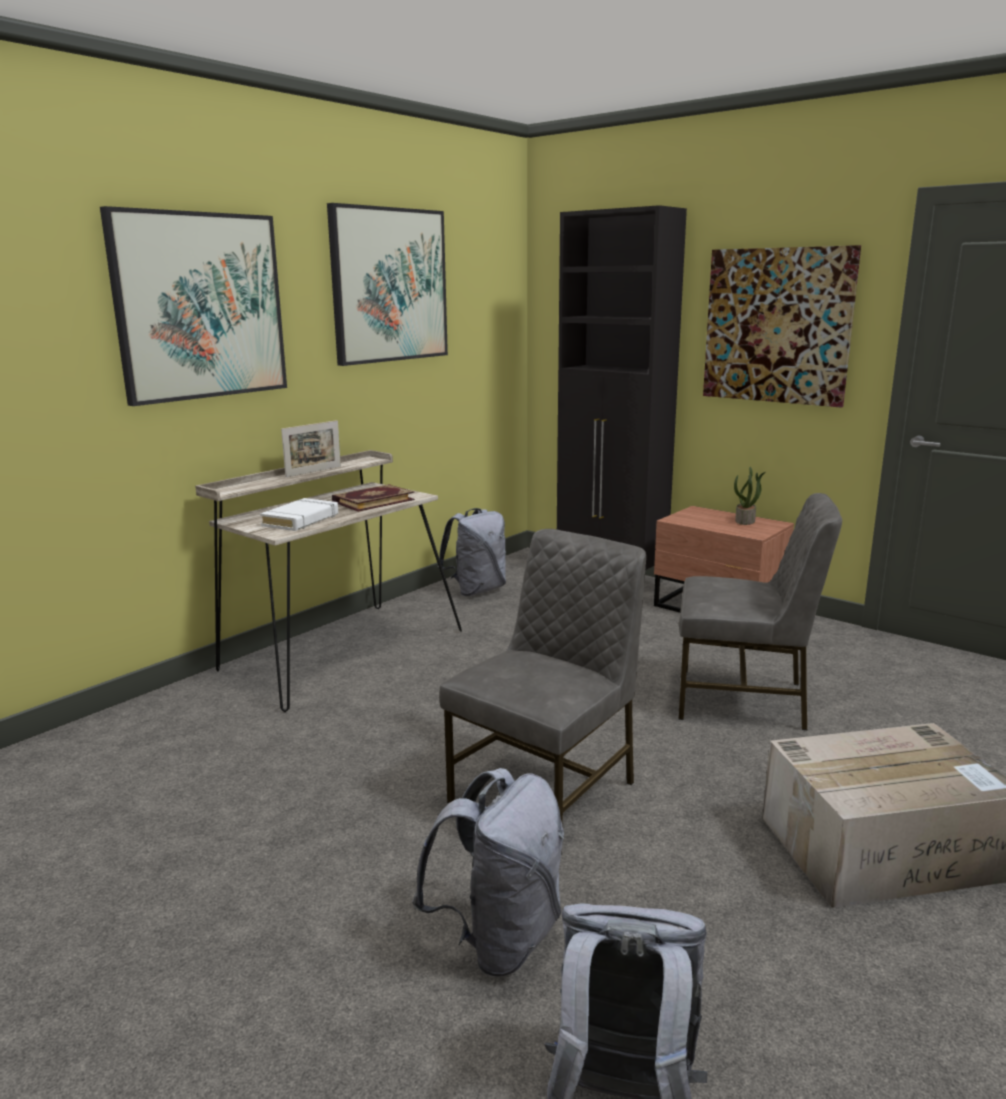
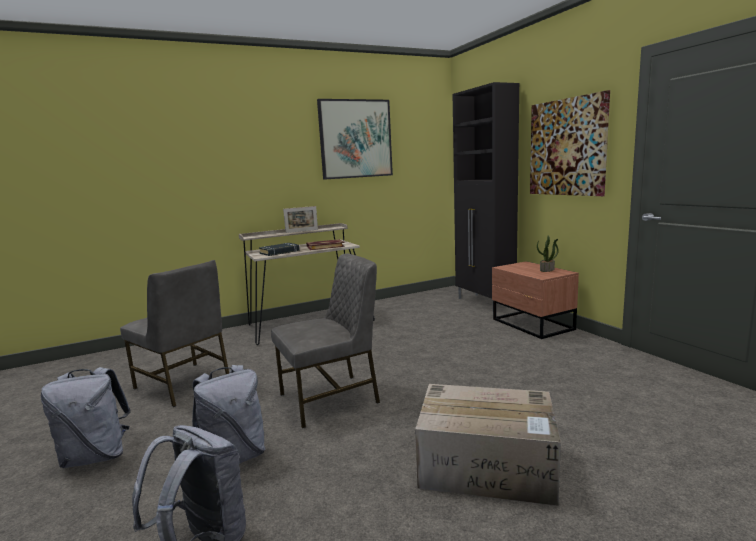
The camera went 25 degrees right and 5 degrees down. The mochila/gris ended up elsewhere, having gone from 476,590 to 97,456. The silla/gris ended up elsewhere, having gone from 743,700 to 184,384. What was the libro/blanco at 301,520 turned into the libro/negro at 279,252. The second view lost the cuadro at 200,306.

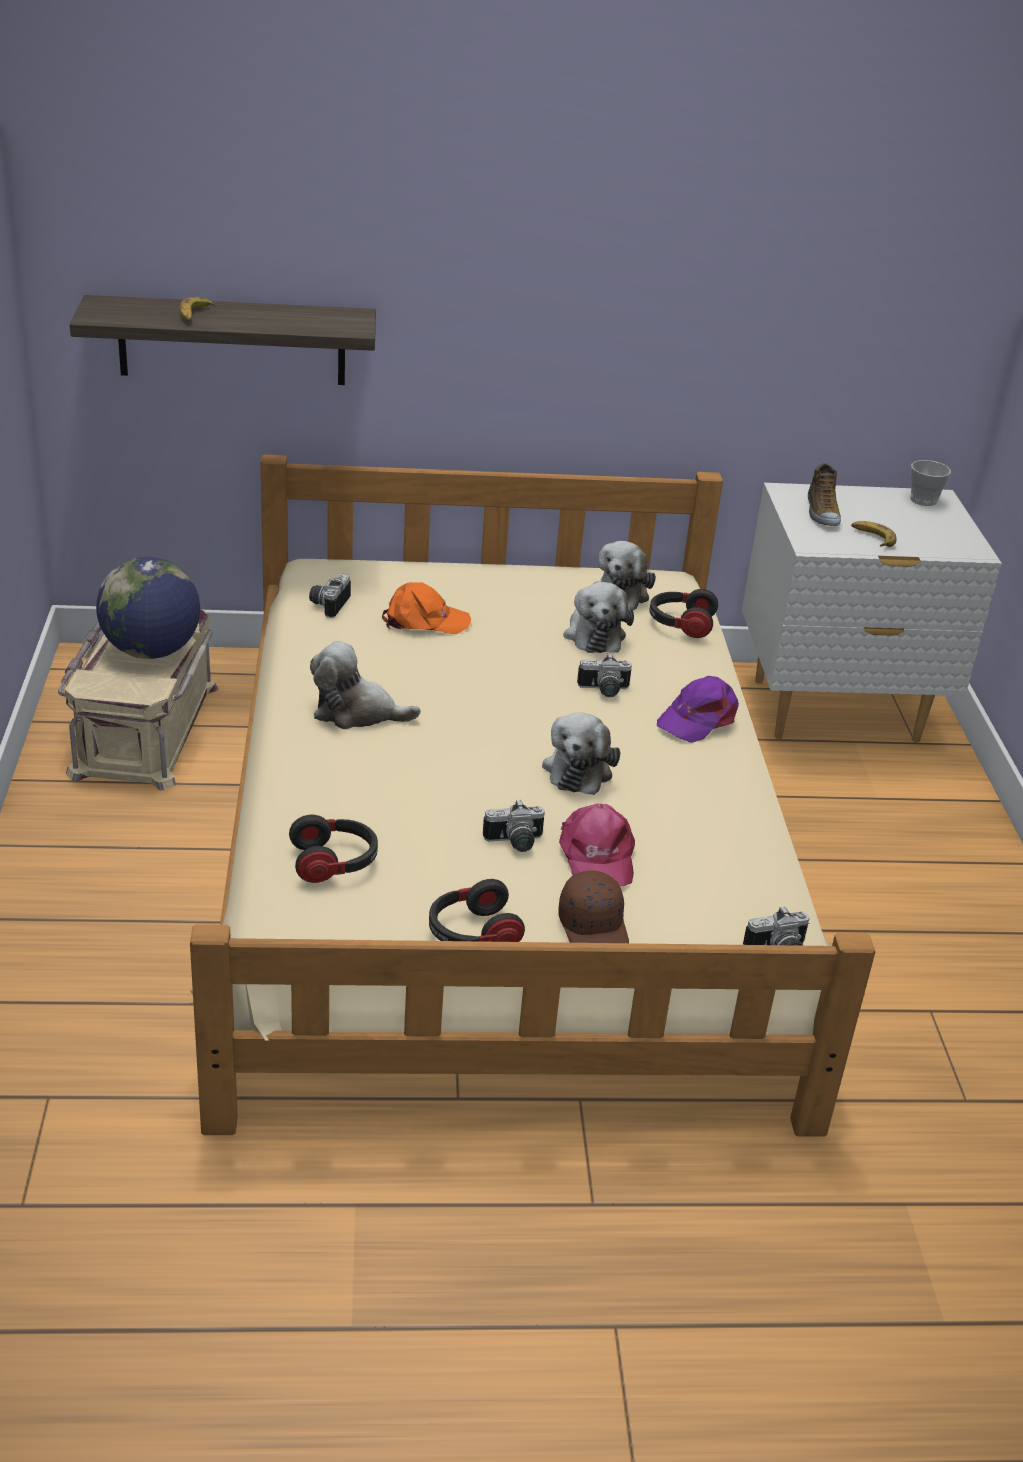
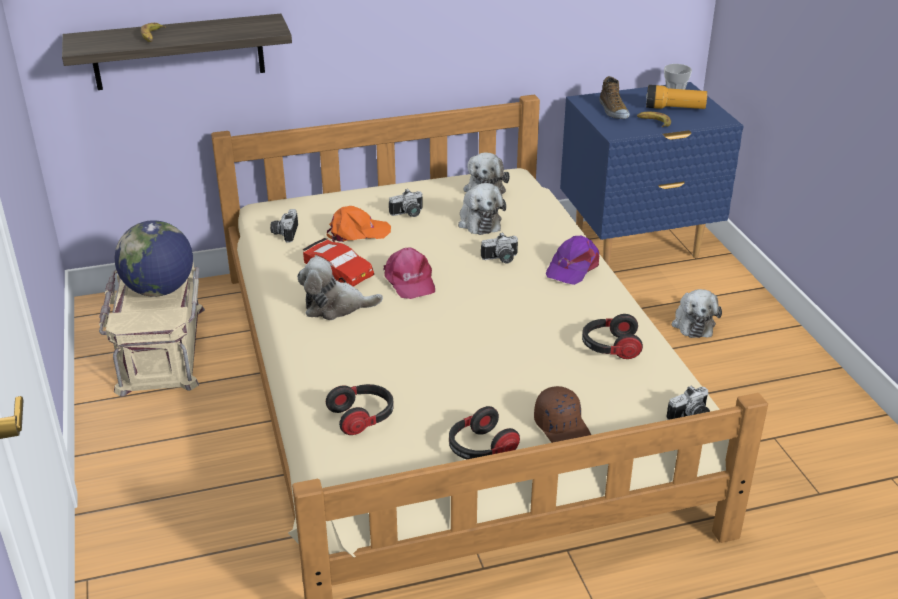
The camera went 10 degrees left and 0 degrees up. The second view gained the coche de juguete/rojo at 338,271. The gorra/rosa ended up elsewhere, having gone from 596,856 to 409,281. The cámara ended up elsewhere, having gone from 515,843 to 408,214. What was the mesita de noche/blanco at 836,711 turned into the mesita de noche/azul at 637,247. The auriculares ended up elsewhere, having gone from 680,624 to 610,347. The second view gained the linterna at 674,108. The peluche ended up elsewhere, having gone from 579,768 to 692,323.

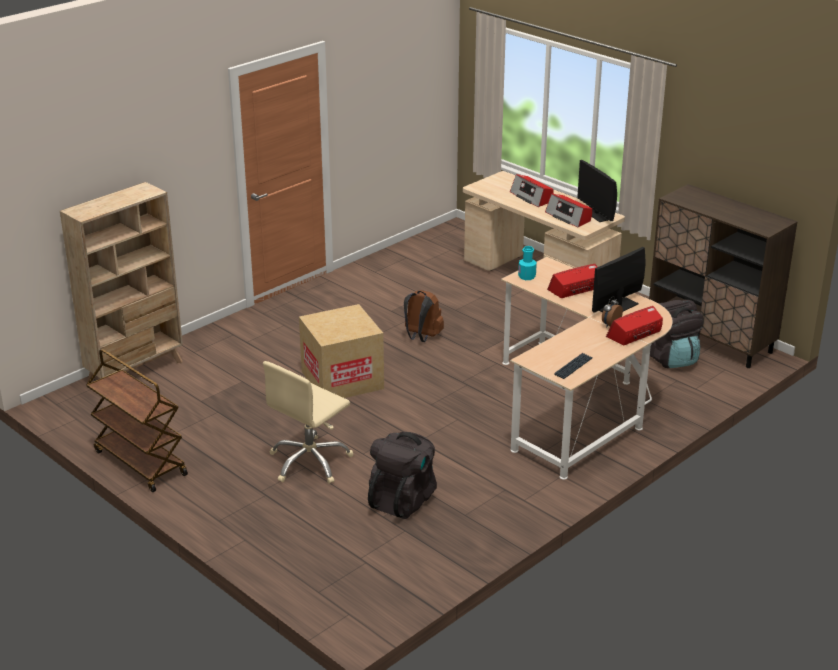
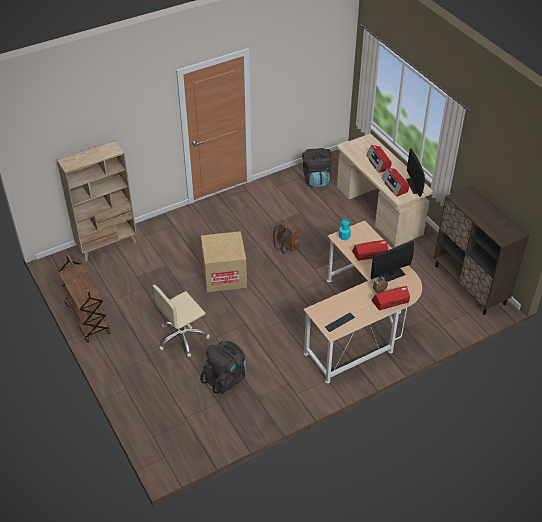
The camera went 15 degrees right and 15 degrees up. The mochila/negro ended up elsewhere, having gone from 670,358 to 316,179.

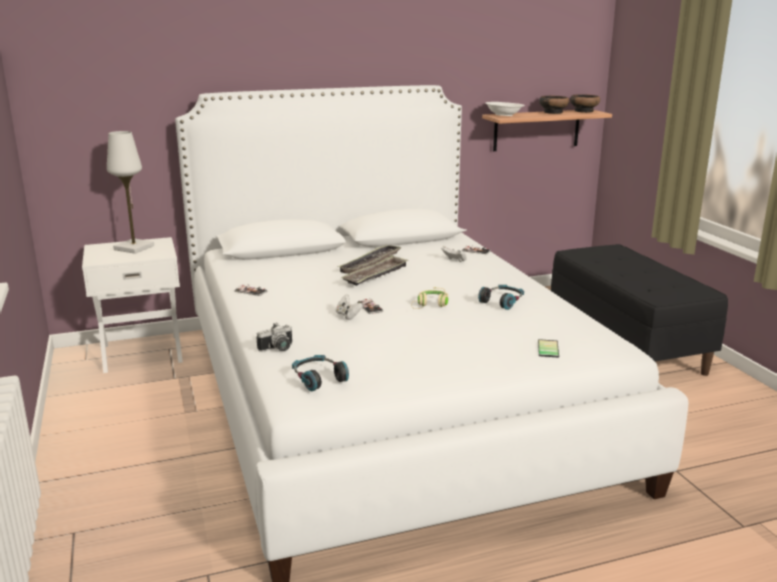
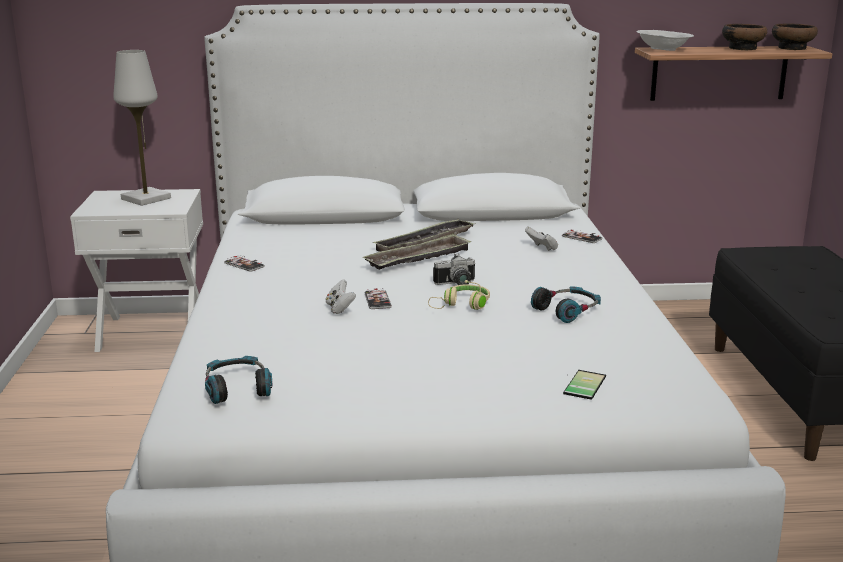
The camera went 15 degrees right and 0 degrees up. The cámara ended up elsewhere, having gone from 278,349 to 456,284.

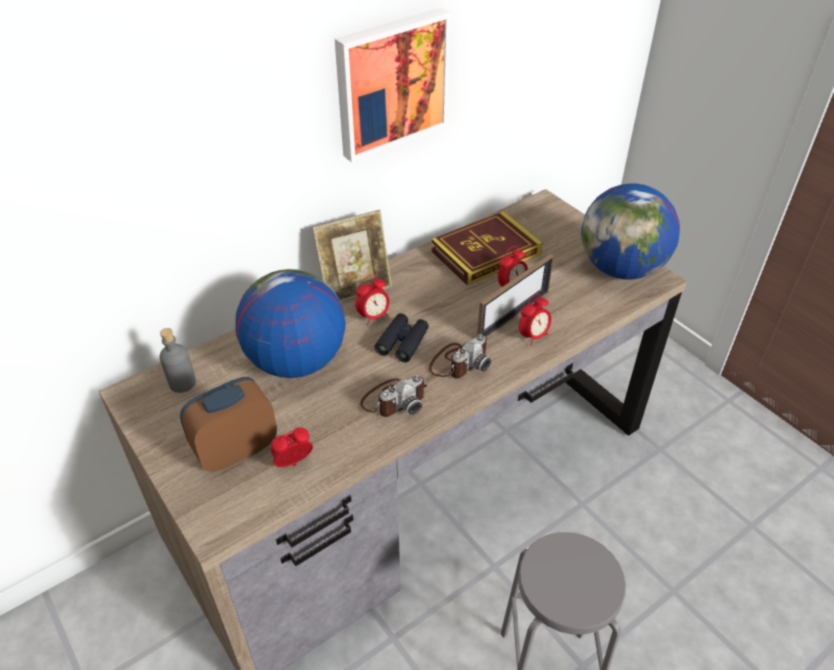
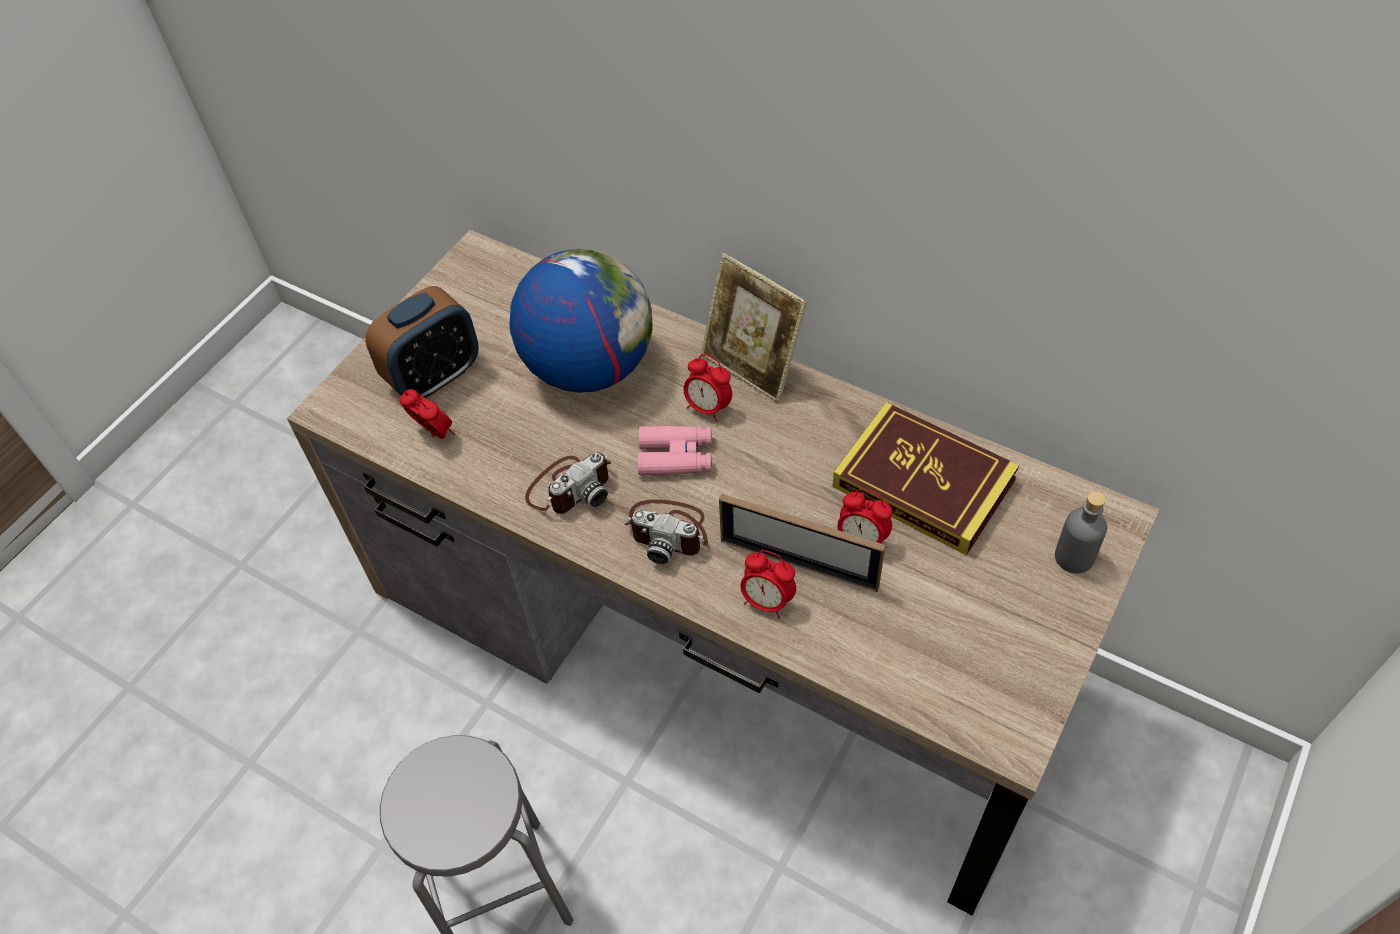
The camera went 70 degrees right and 10 degrees up. The despertador at 236,450 ended up facing another way, 105 degrees clockwise from before. The cámara at 394,400 ended up facing another way, 75 degrees counterclockwise from before. What was the prismáticos/negro at 402,342 turned into the prismáticos/rosa at 676,456. The botella/gris ended up elsewhere, having gone from 182,383 to 1074,557. The second view lost the cuadro at 391,83. The second view lost the globo terráqueo at 621,269.

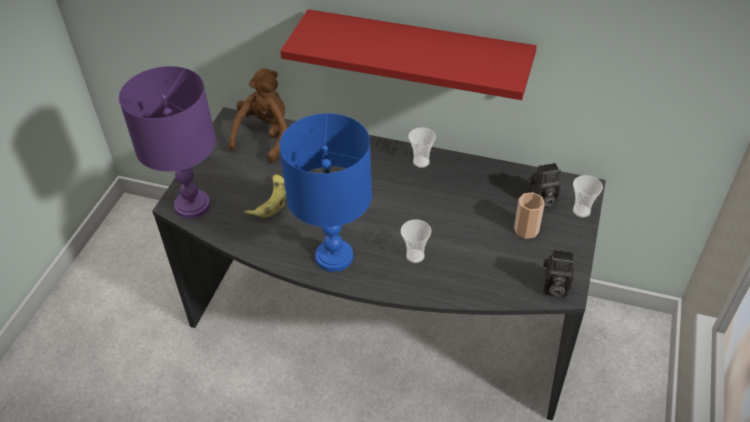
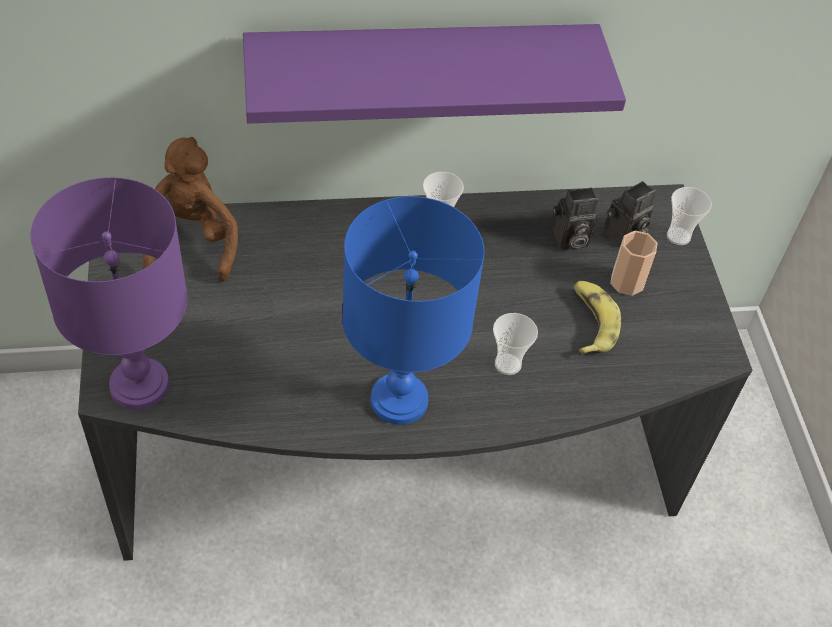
The camera went 30 degrees left and 5 degrees up. What was the estante/rojo at 417,54 turned into the estante/morado at 421,67. The cámara ended up elsewhere, having gone from 554,288 to 569,240. The plátano ended up elsewhere, having gone from 270,200 to 590,322.

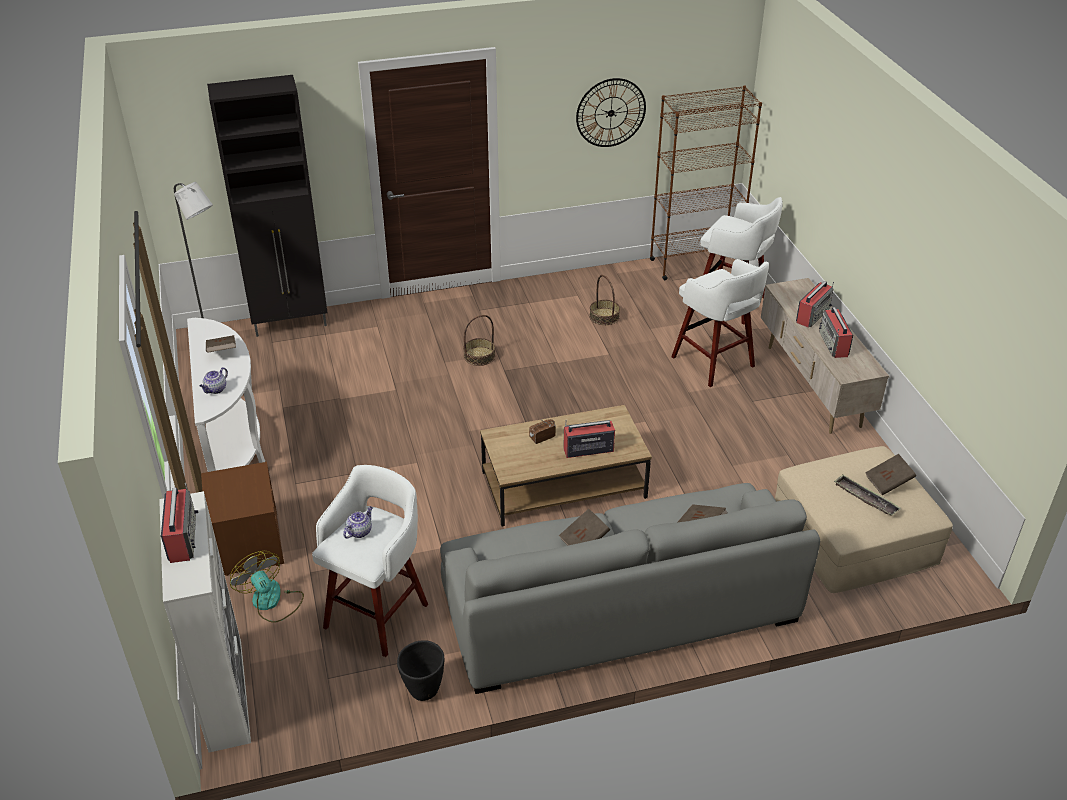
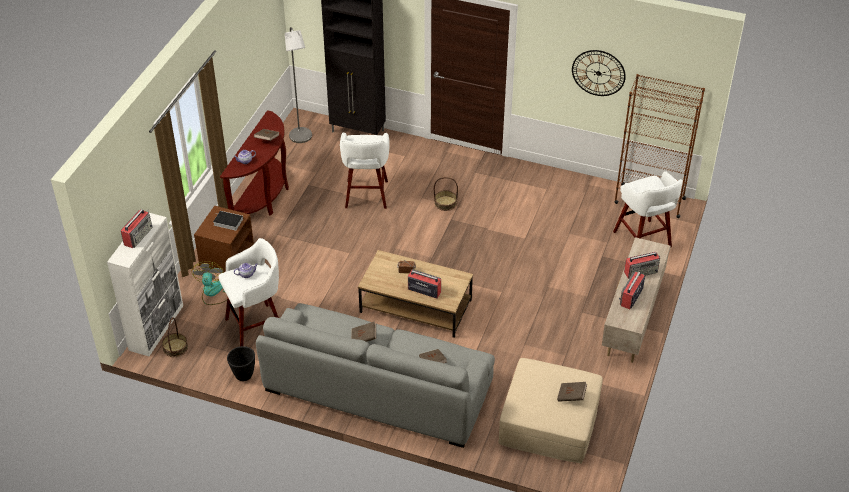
The camera went 35 degrees right and 5 degrees up. The cesta ended up elsewhere, having gone from 604,316 to 175,348. The second view gained the libro at 227,222. What was the mesa consola/blanco at 233,448 turned into the mesa consola/marrón at 264,197. The taburete/blanco ended up elsewhere, having gone from 714,363 to 366,195. The second view lost the bandeja at 865,498.

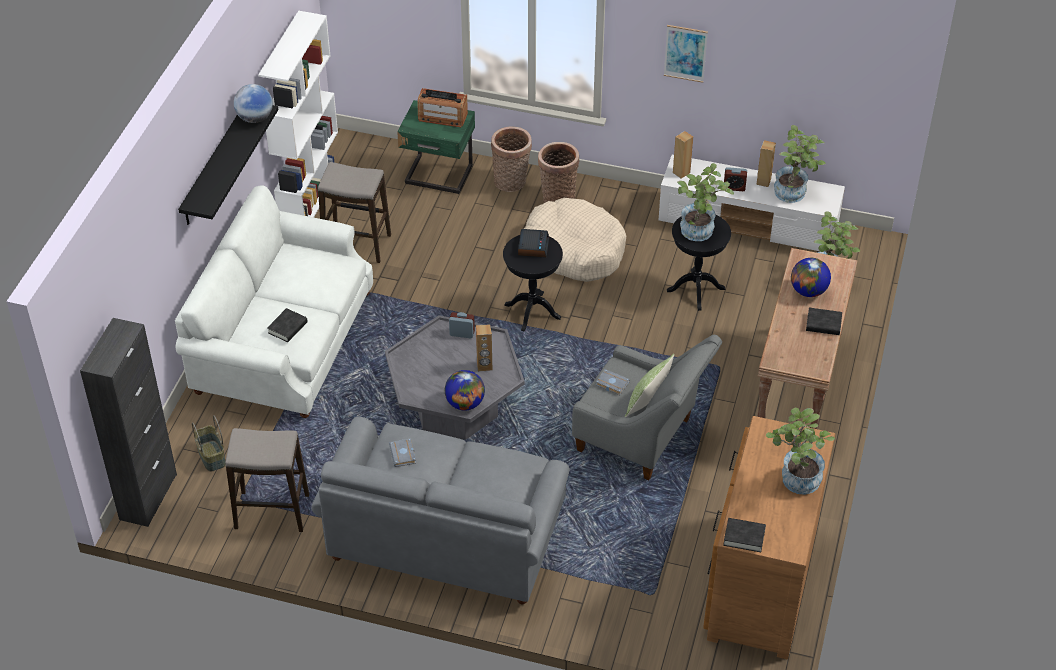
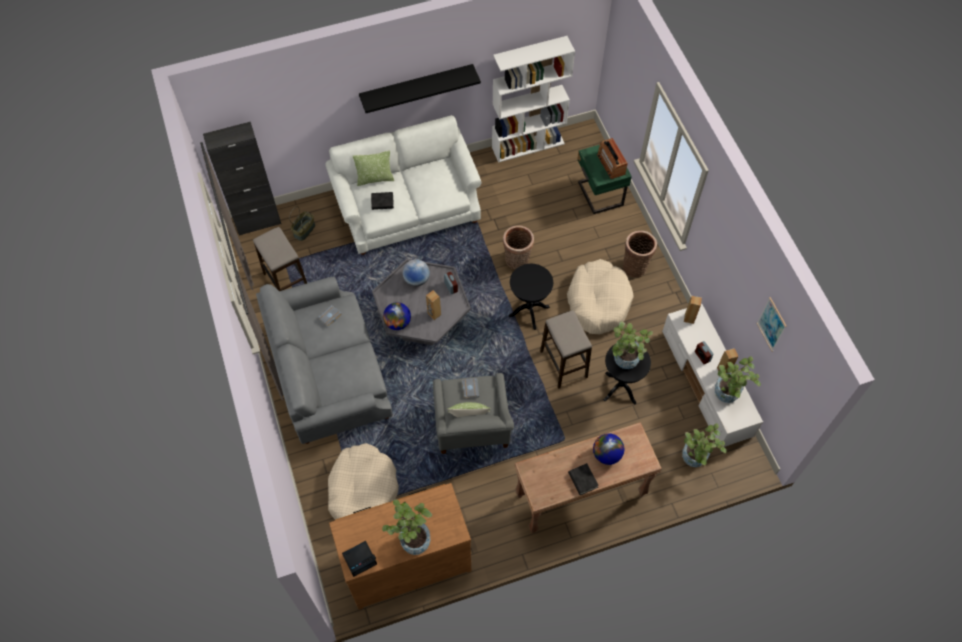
The camera went 55 degrees right and 15 degrees up. The second view gained the cama para perro/beis at 362,490. The despertador ended up elsewhere, having gone from 533,246 to 360,559. The second view gained the cojín at 375,179. The globo terráqueo ended up elsewhere, having gone from 255,118 to 416,279. The cesta ended up elsewhere, having gone from 512,182 to 517,261. The taburete ended up elsewhere, having gone from 356,244 to 563,364. The cuadro ended up elsewhere, having gone from 685,53 to 771,324. The second view lost the libro/negro at 744,537.

